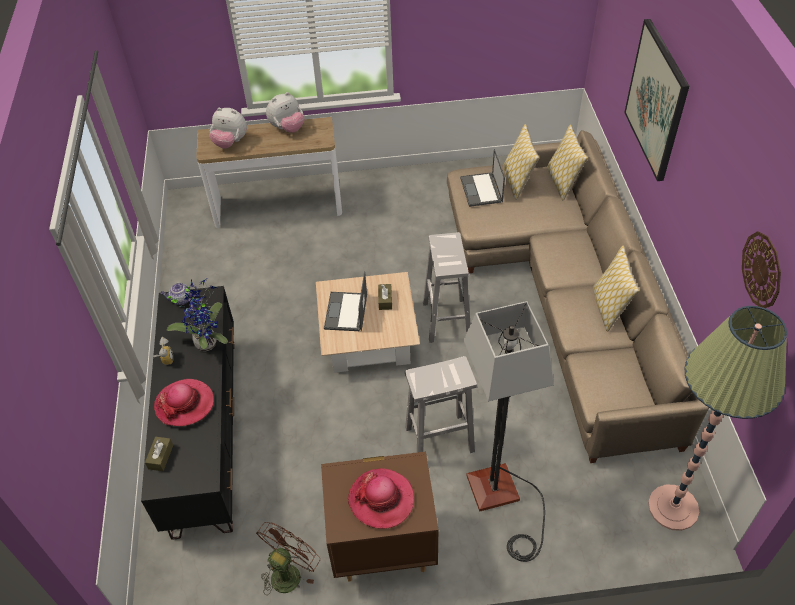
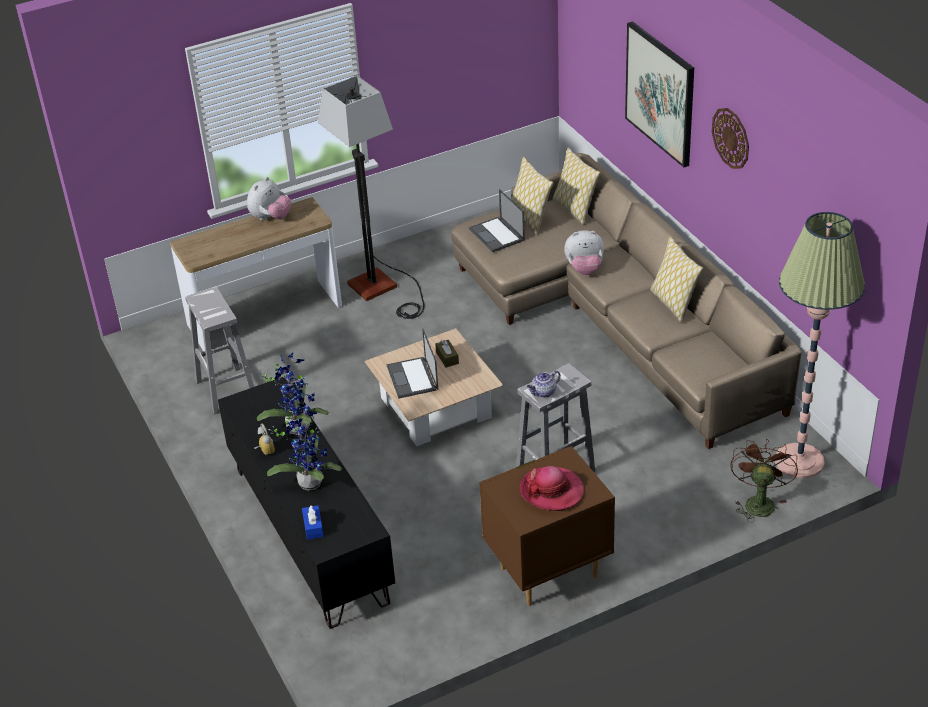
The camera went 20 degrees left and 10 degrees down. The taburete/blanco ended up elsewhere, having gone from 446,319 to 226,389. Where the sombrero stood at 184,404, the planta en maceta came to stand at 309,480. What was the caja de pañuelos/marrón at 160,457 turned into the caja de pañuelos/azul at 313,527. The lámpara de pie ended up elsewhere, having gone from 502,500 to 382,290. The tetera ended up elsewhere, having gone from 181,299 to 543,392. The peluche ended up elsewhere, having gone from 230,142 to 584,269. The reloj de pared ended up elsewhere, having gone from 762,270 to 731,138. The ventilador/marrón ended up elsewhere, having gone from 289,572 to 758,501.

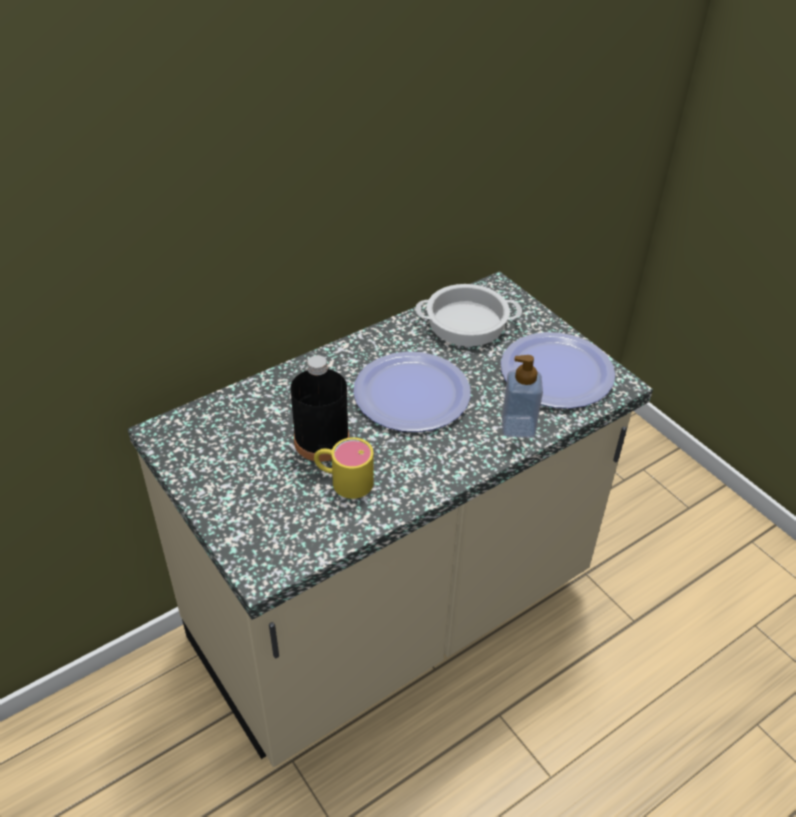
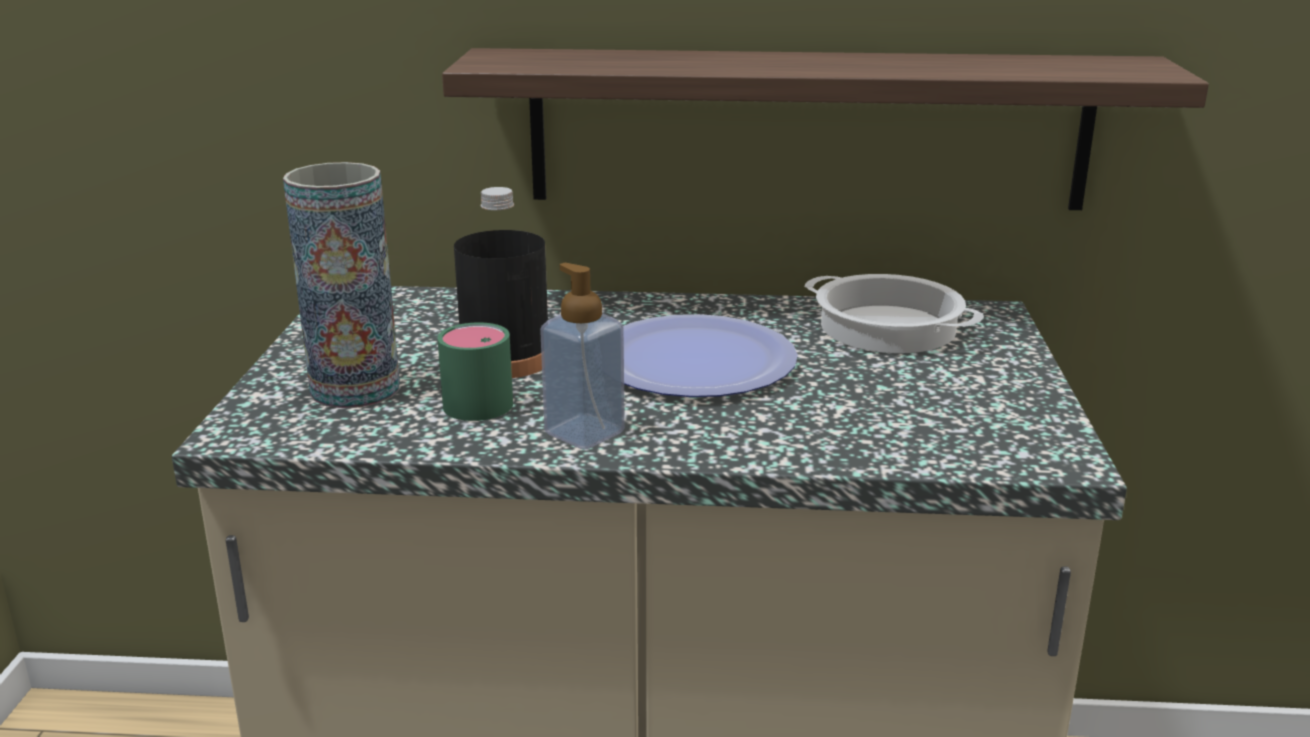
The camera went 40 degrees right and 20 degrees down. The second view gained the florero at 355,389. What was the taza grande/amarillo at 343,480 turned into the taza grande/verde at 470,399. The second view gained the estante at 807,129. The dispensador de jabón ended up elsewhere, having gone from 518,427 to 584,433. The second view lost the plato at 556,372.

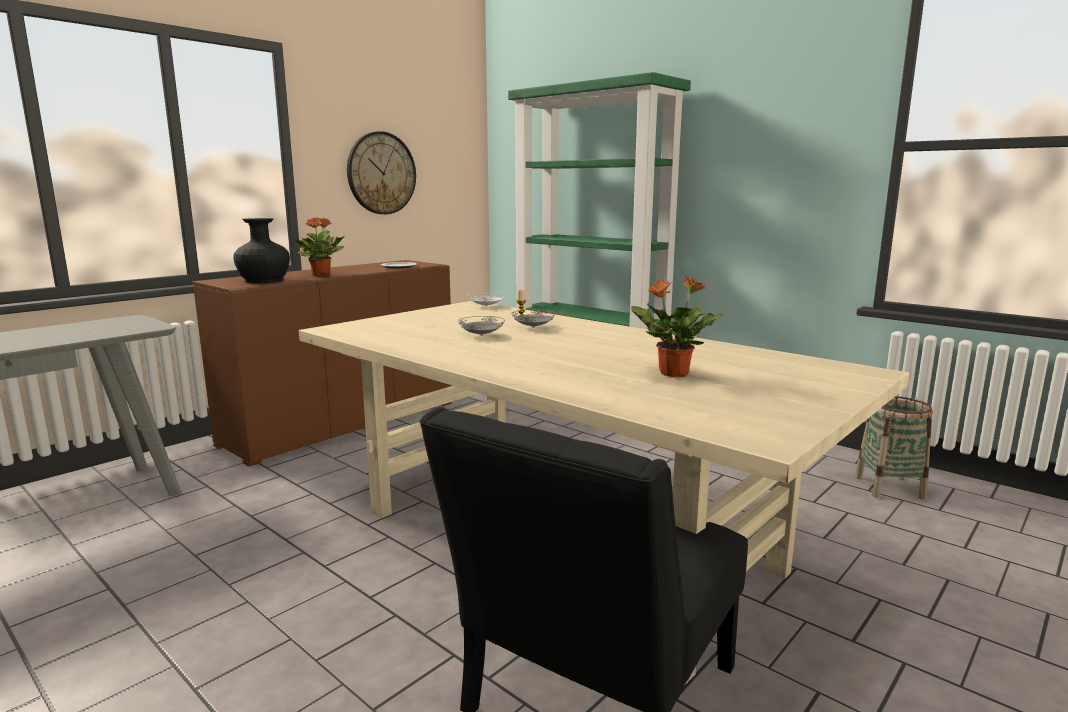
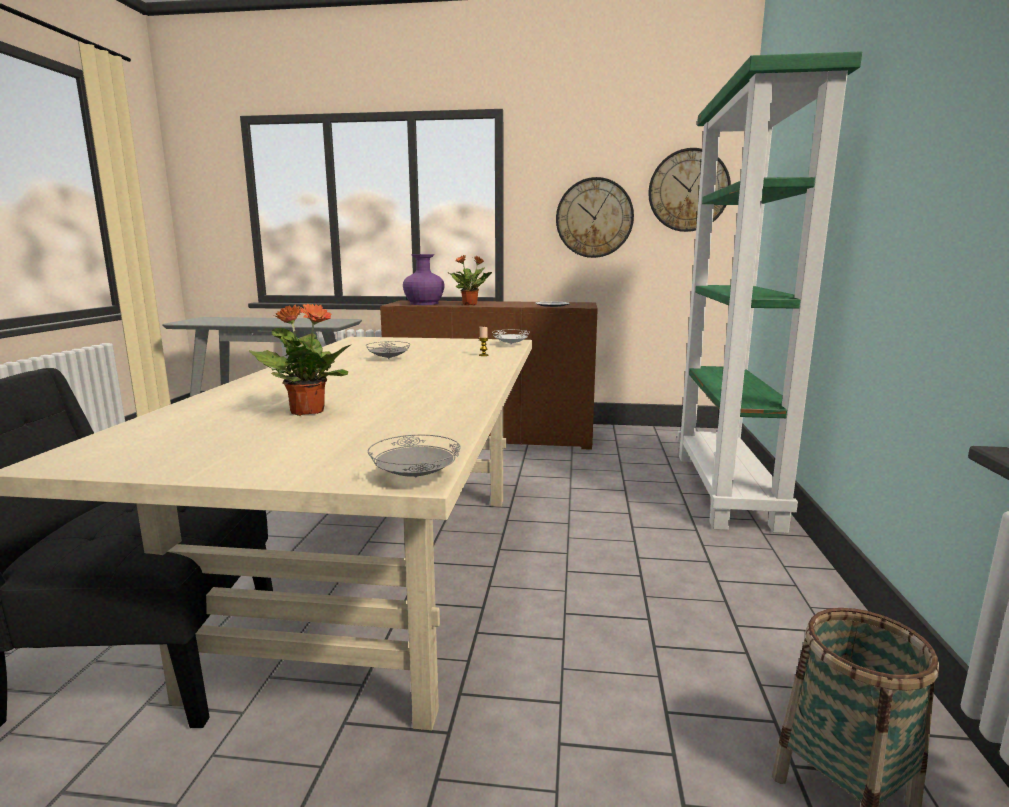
The camera went 55 degrees right and 0 degrees up. The plato/gris ended up elsewhere, having gone from 533,327 to 415,477. What was the florero/negro at 264,280 turned into the florero/morado at 424,303. The second view gained the reloj de pared at 688,190.

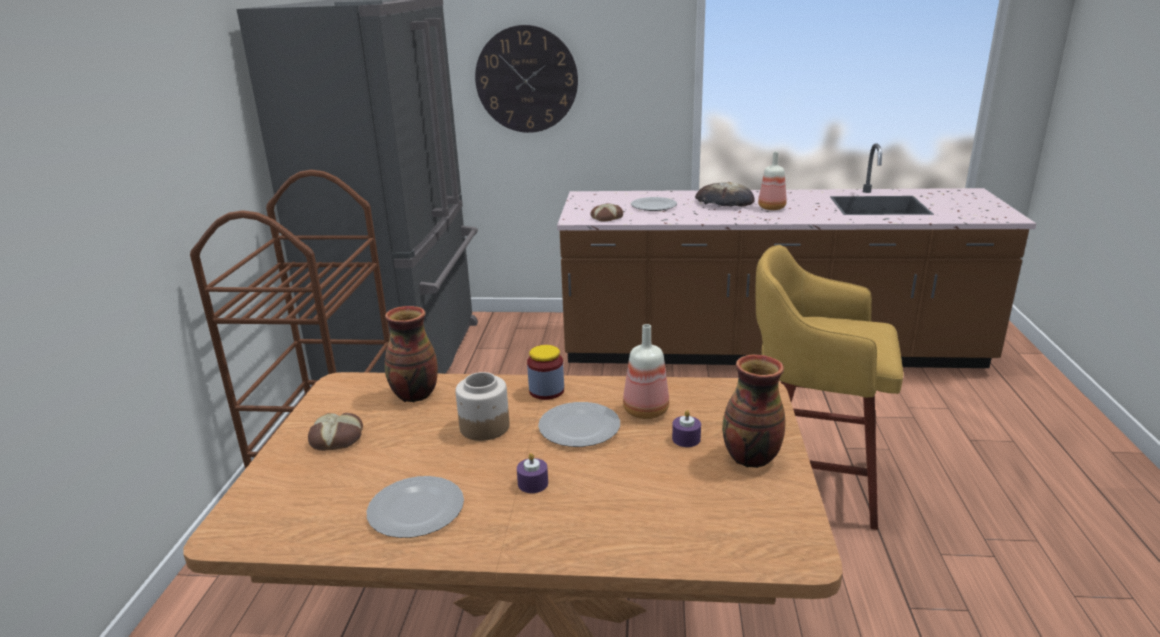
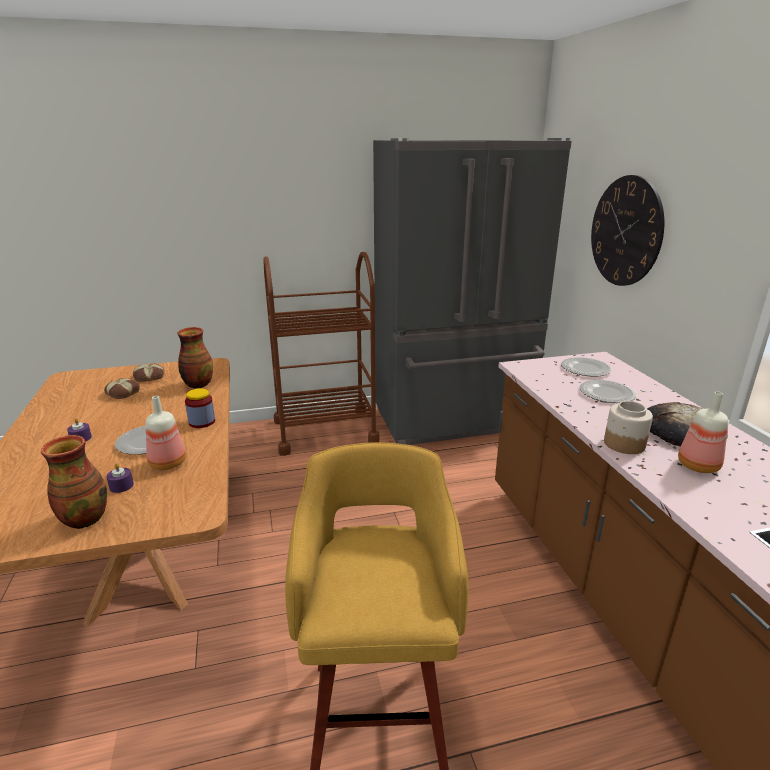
The camera went 70 degrees right and 0 degrees up. The pan ended up elsewhere, having gone from 606,217 to 123,392. The plato ended up elsewhere, having gone from 416,511 to 585,369. The tarro ended up elsewhere, having gone from 484,427 to 623,444.

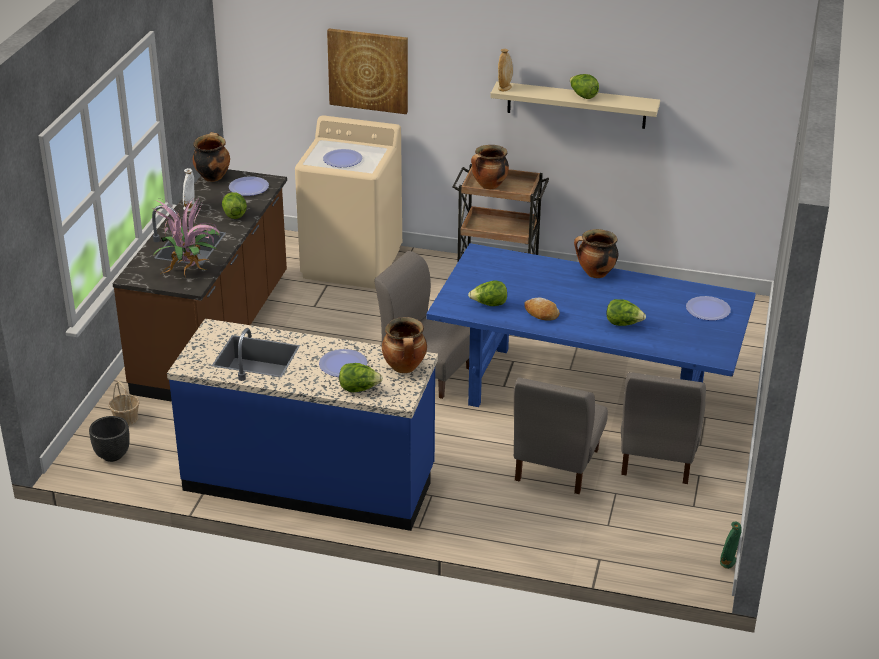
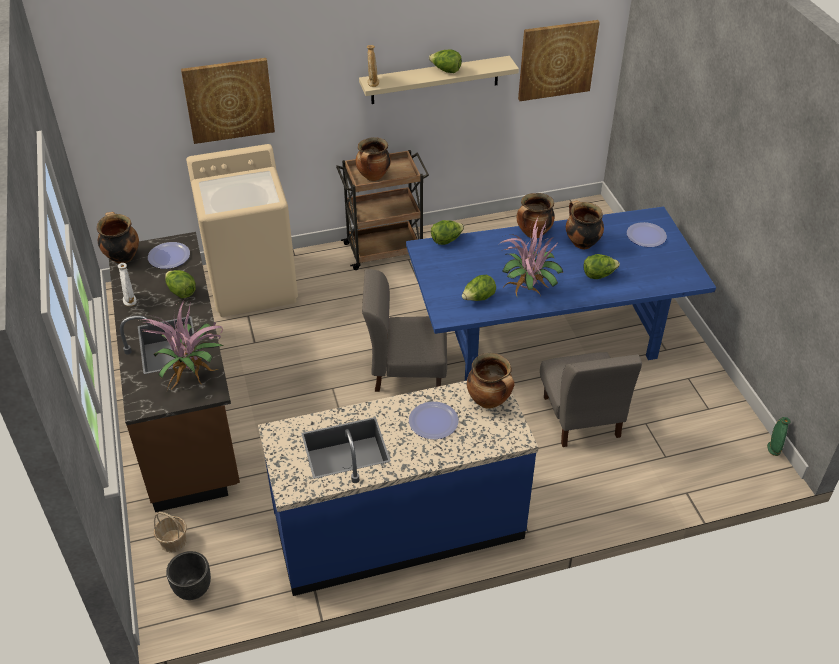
The camera went 30 degrees left and 10 degrees up. The lechuga ended up elsewhere, having gone from 359,389 to 446,240. Where the pan stood at 541,313, the planta en maceta came to stand at 527,290. The second view gained the cuadro at 557,60. The second view gained the olla at 581,243. The second view lost the plato at 342,159. The second view lost the silla/gris at 657,457.

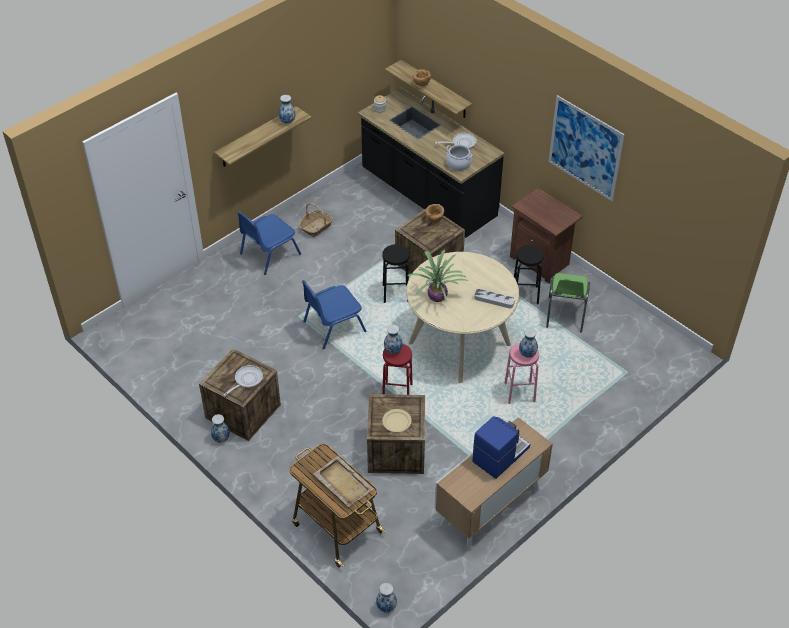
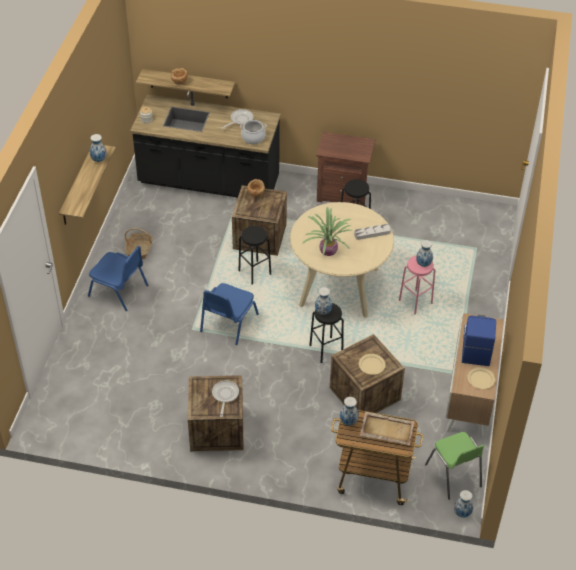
The camera went 35 degrees left and 0 degrees up. The silla/azul at 269,254 ended up facing another way, 75 degrees counterclockwise from before. What was the taburete/rojo at 397,393 turned into the taburete/negro at 326,350. The florero ended up elsewhere, having gone from 221,439 to 348,422. The silla/verde ended up elsewhere, having gone from 565,315 to 453,476. The second view gained the plato/beis at 481,379. The second view lost the cuadro at 585,148.

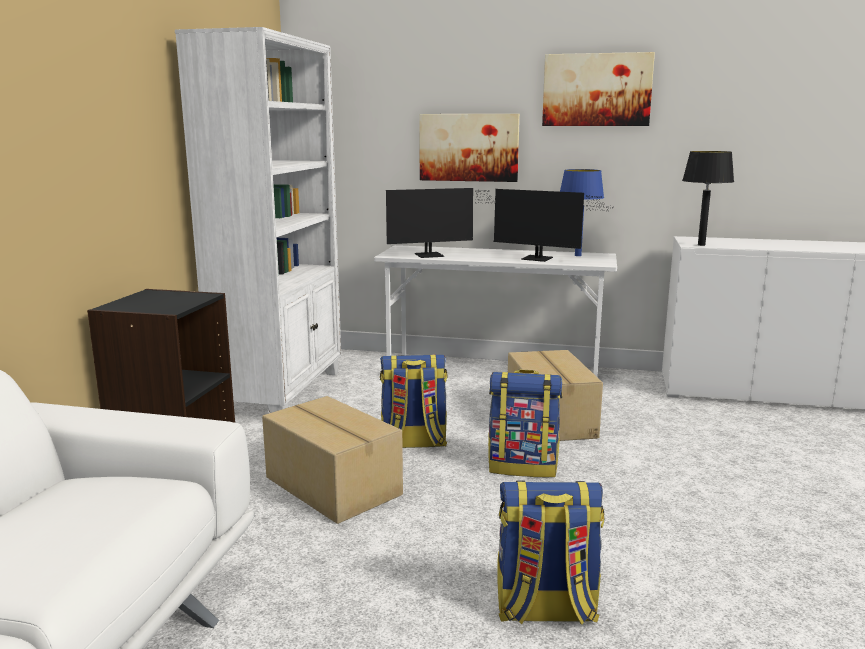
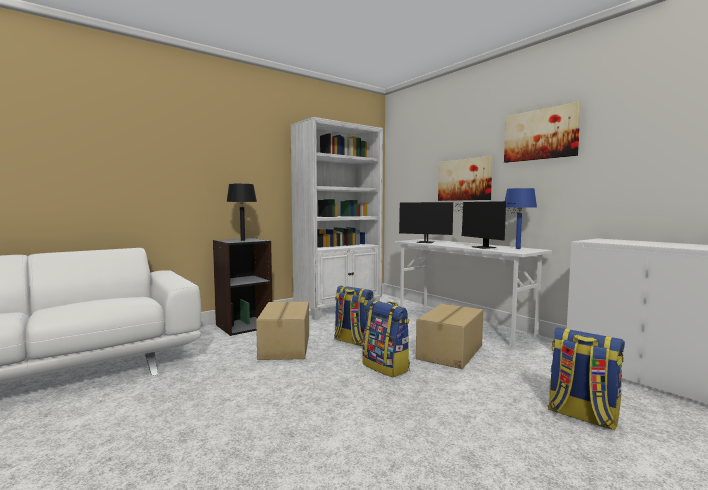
The camera went 40 degrees right and 10 degrees down. The lámpara de mesa/negro ended up elsewhere, having gone from 701,245 to 242,240. The mochila ended up elsewhere, having gone from 545,610 to 581,415.

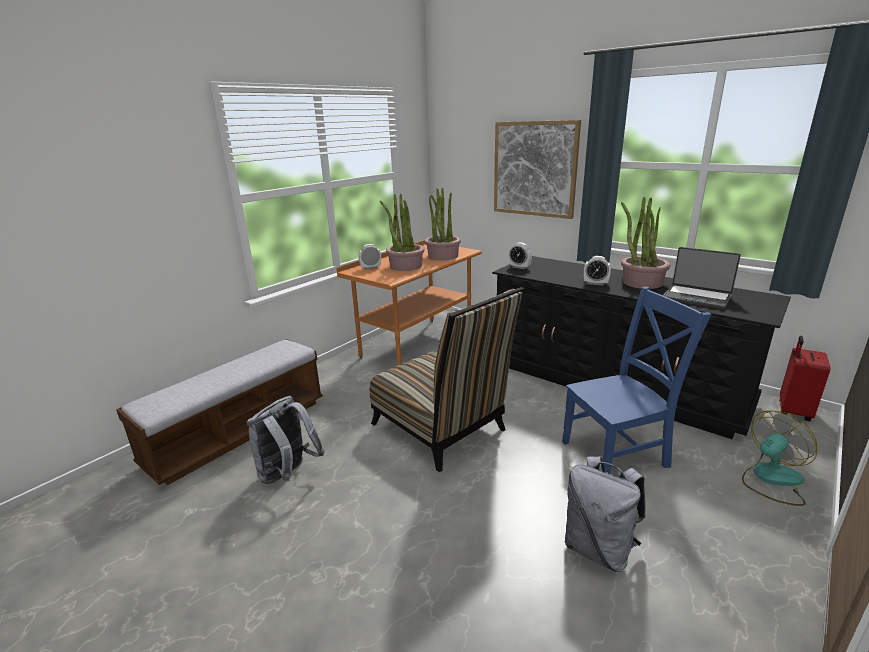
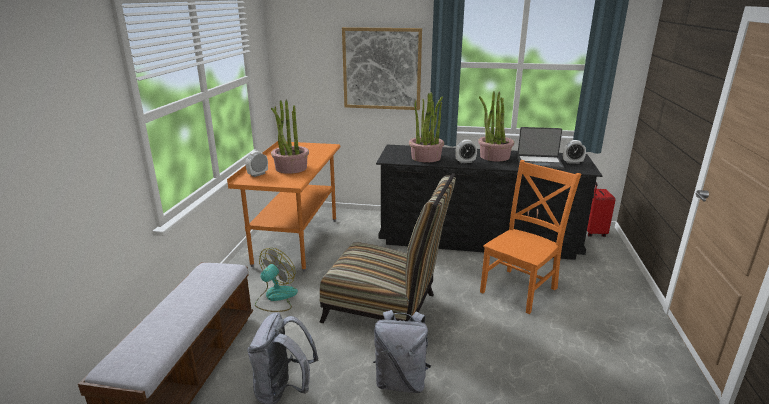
The camera went 30 degrees left and 0 degrees up. The ventilador ended up elsewhere, having gone from 771,479 to 276,297. The mochila/gris ended up elsewhere, having gone from 599,548 to 401,381. The planta en maceta ended up elsewhere, having gone from 443,256 to 426,158. What was the silla/azul at 618,453 turned into the silla/naranja at 520,289. The despertador ended up elsewhere, having gone from 519,267 to 572,162.

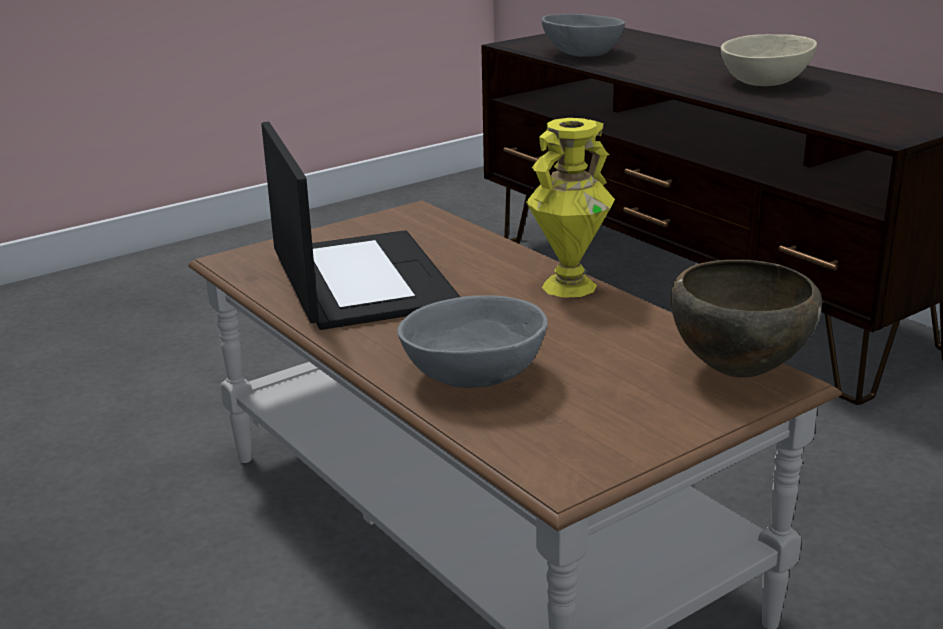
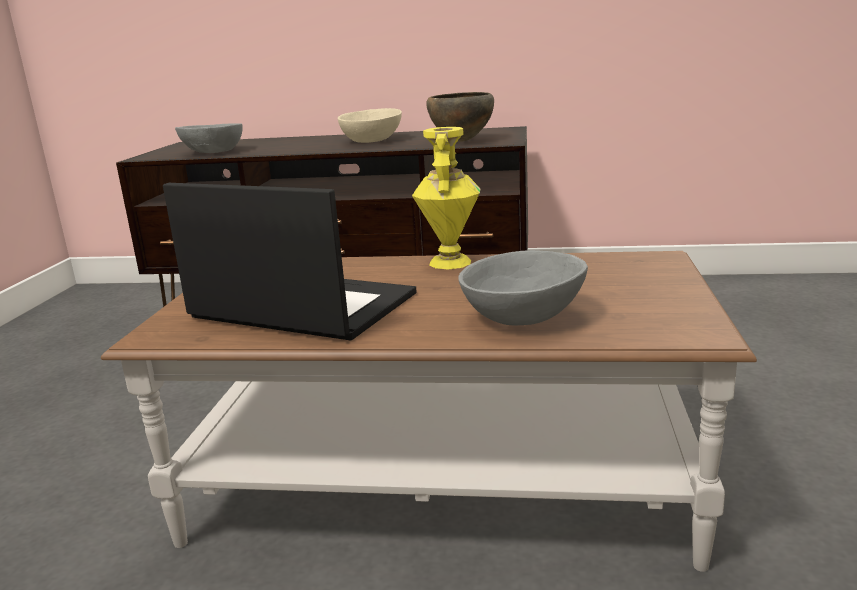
The camera went 45 degrees left and 5 degrees down. The cuenco/marrón ended up elsewhere, having gone from 736,372 to 461,141.

